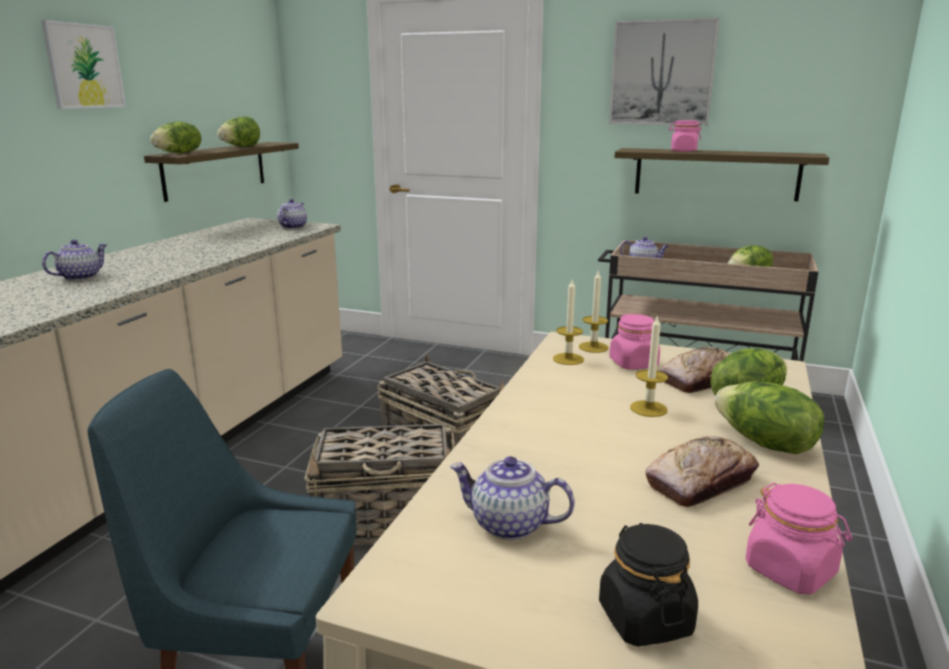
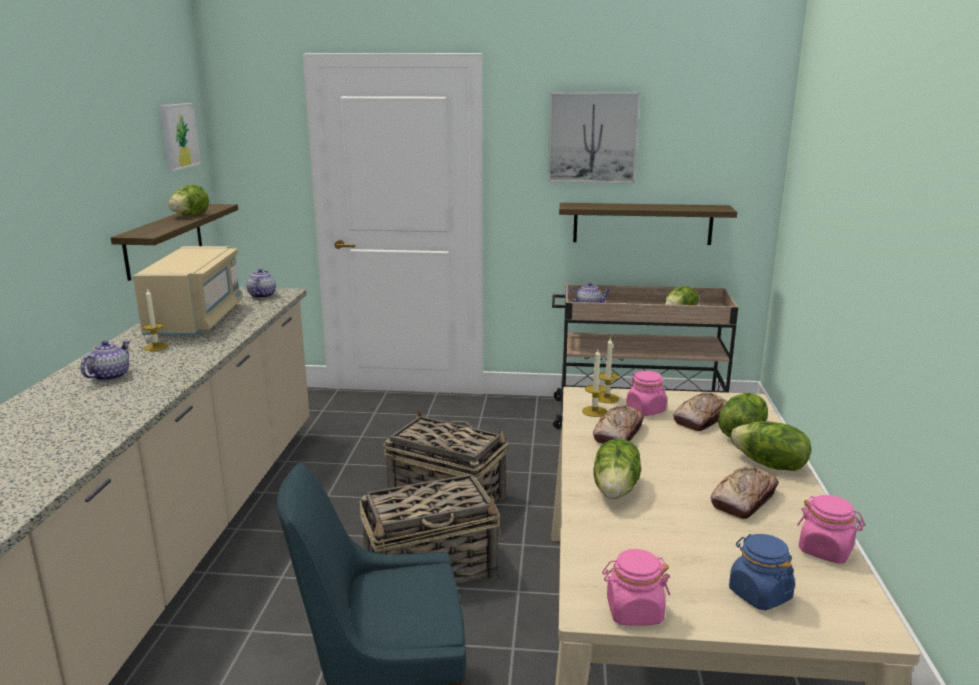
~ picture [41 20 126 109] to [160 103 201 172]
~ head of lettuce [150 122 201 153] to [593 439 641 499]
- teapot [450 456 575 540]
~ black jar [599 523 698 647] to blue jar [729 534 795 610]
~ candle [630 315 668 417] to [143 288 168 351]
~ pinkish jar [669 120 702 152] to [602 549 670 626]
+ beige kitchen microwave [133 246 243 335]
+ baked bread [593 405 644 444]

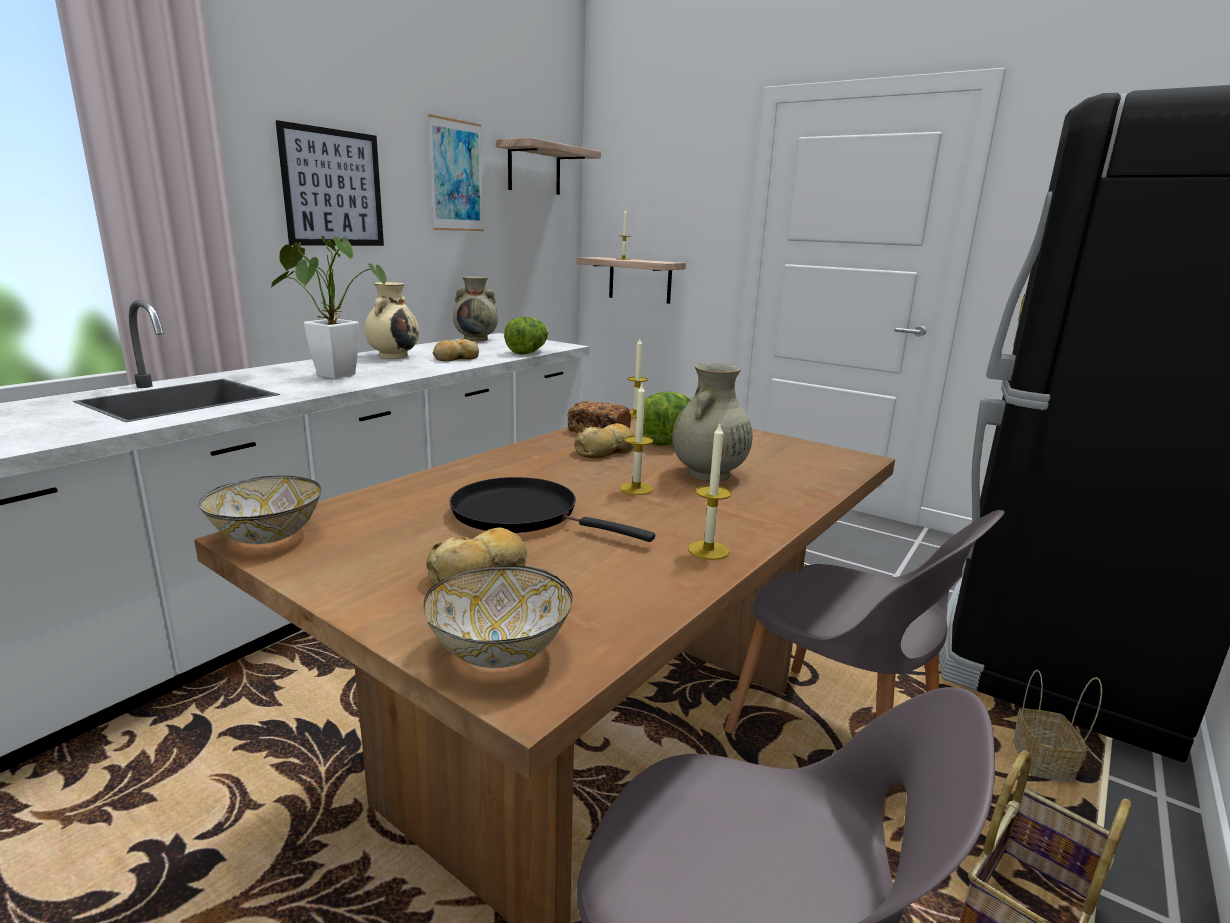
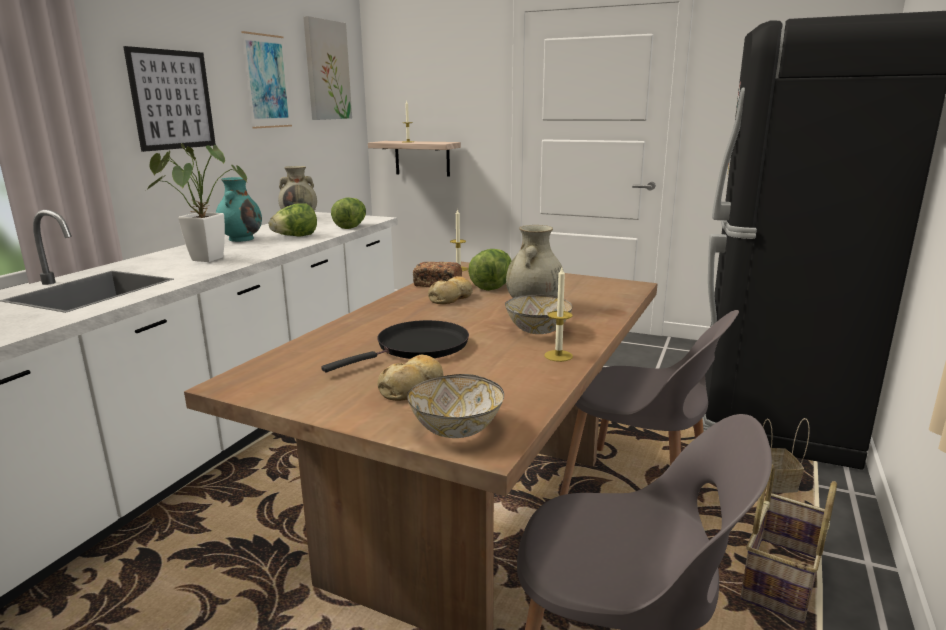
~ deep dish [199 476 321 544] to [505 294 572 334]
~ beige vase [365 282 419 359] to blue-green vase [216 177 262 242]
~ baked bread [433 339 479 361] to head of lettuce [269 203 317 236]
~ black pan [449 477 655 542] = [321 320 469 372] 120 degrees clockwise
~ bracket shelf [496 138 601 195] to picture [303 16 352 120]
- candle [620 384 653 495]

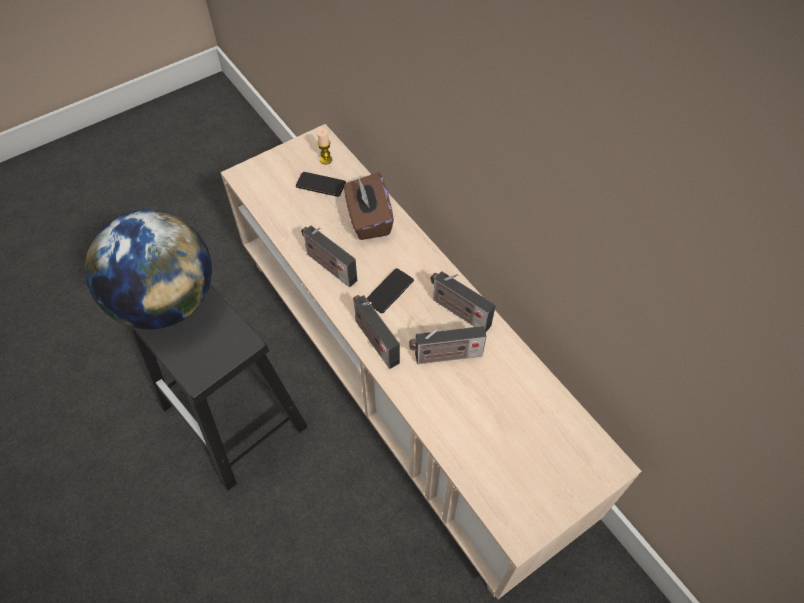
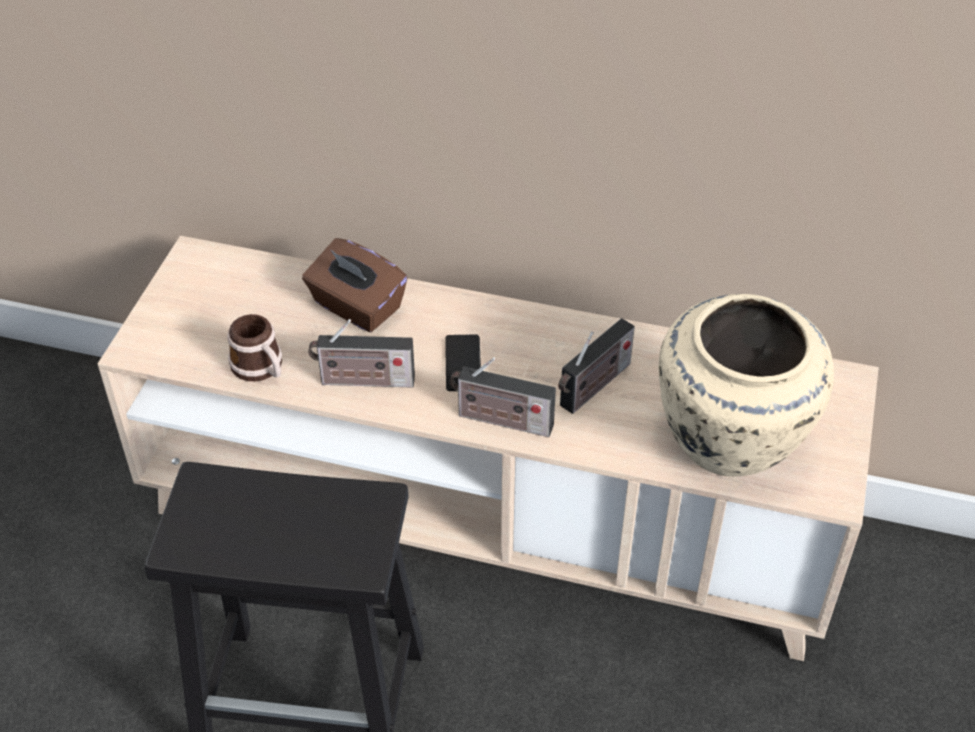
- globe [85 210 212 329]
- telephone [296 172 346 197]
- candle [317 128 332 164]
- radio set [430 271 496 332]
+ tea mug [227 314 282 381]
+ beige vase [658 294 834 476]

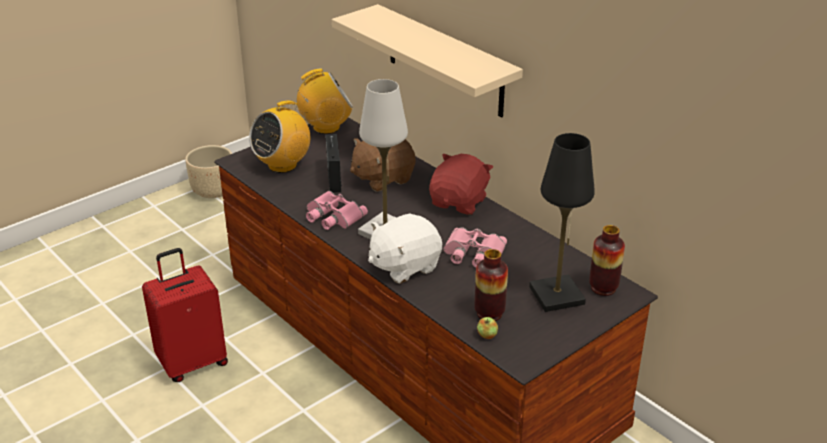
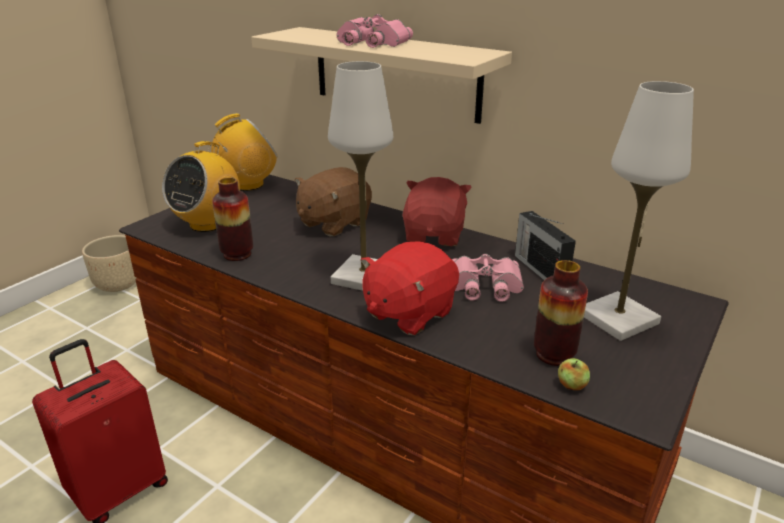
~ pinkish binoculars [306 191 368 230] to [337 14 413 48]
~ radio set [326 134 342 193] to [515 211 576 280]
~ white-coloured soft toy [368 213 442 284] to reddish soft toy [361 241 459 335]
~ black tabletop lamp [529 133 595 312] to white-coloured tabletop lamp [584 81 694 341]
~ vase [589 225 625 296] to [212 177 253 261]

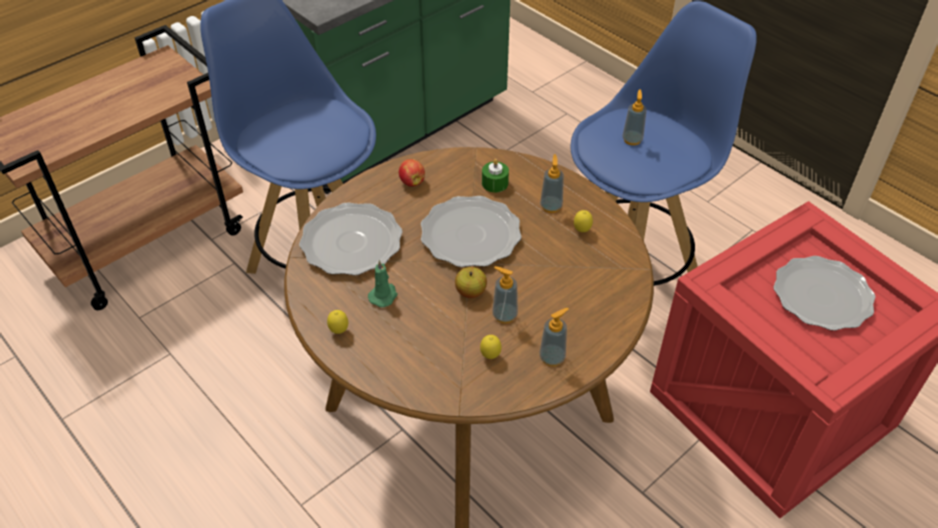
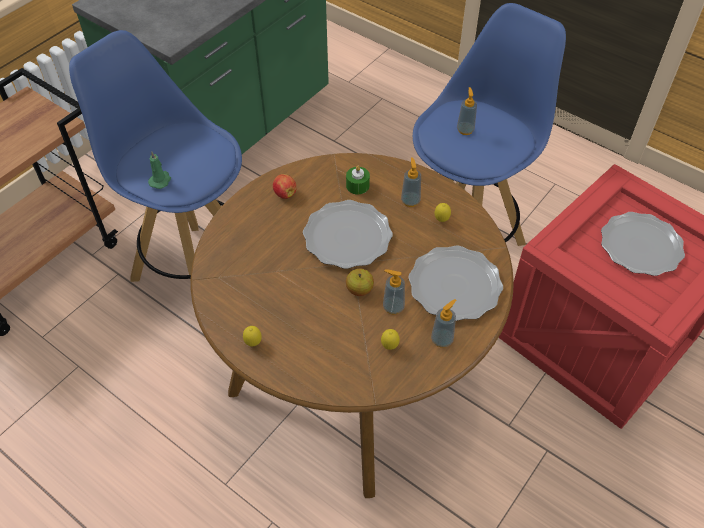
~ plate [299 202 403 275] to [408 245 503 321]
~ greenish candle [368 260 398 307] to [148 152 171 189]

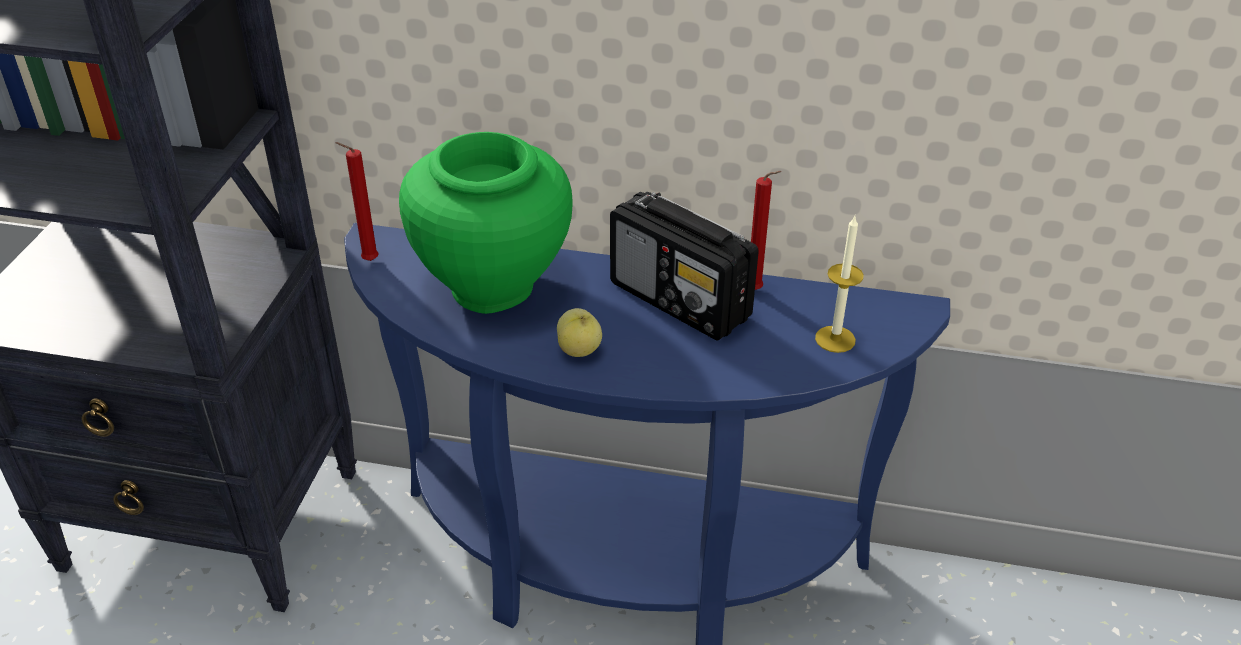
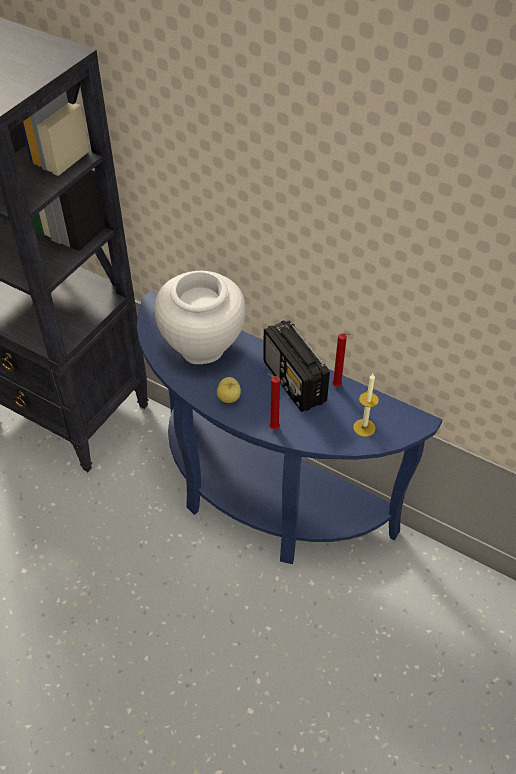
~ reddish candle [335 142 379 261] to [266 373 280 429]
~ greenish vase [399 132 573 314] to white-coloured vase [155 271 246 364]

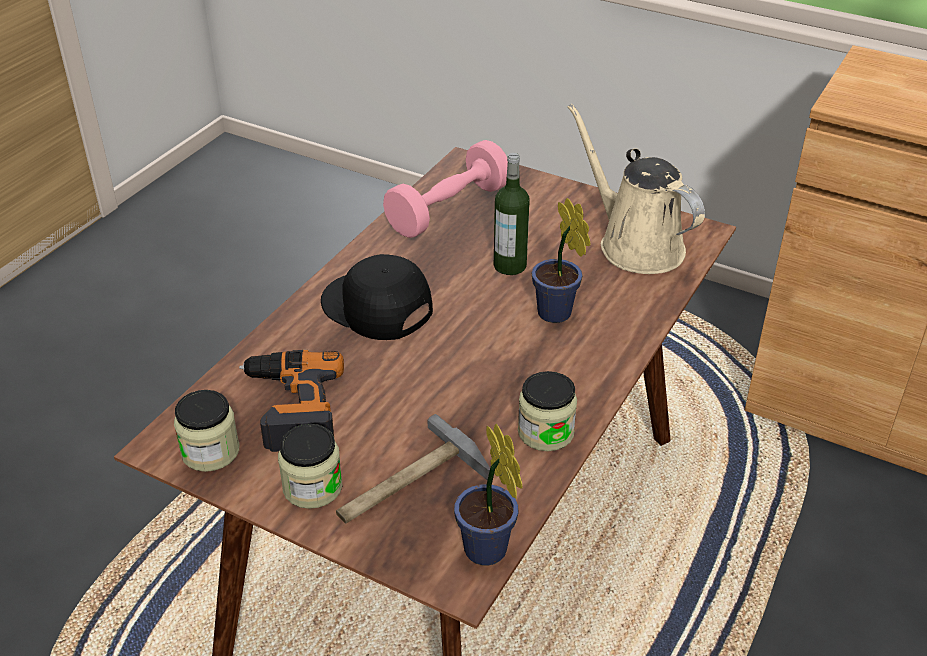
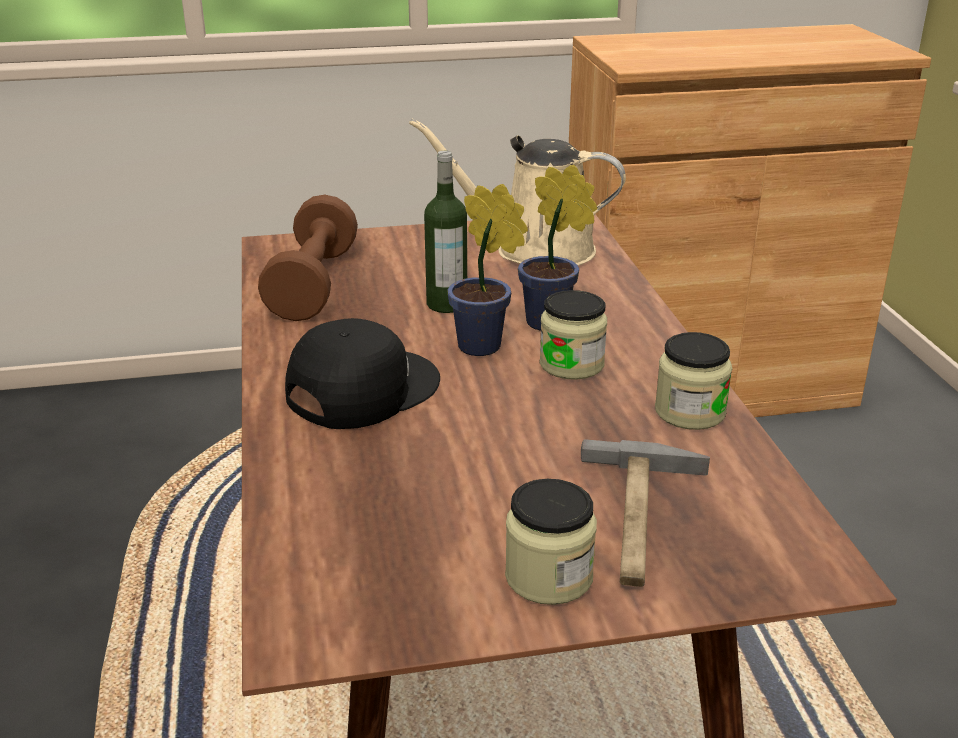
~ jar [174 390 239 472] to [540 290 607 380]
- power drill [239 350 344 452]
~ black peaked cap [321 254 433 340] = [285 318 440 429] 135 degrees clockwise
~ pinkish dumbbell [383 140 508 238] to brown-coloured dumbbell [258 195 358 321]
~ potted plant [454 424 523 566] to [448 184 528 356]

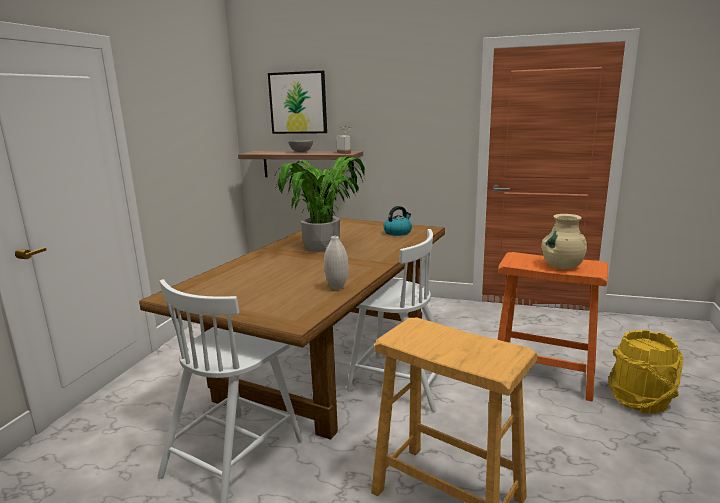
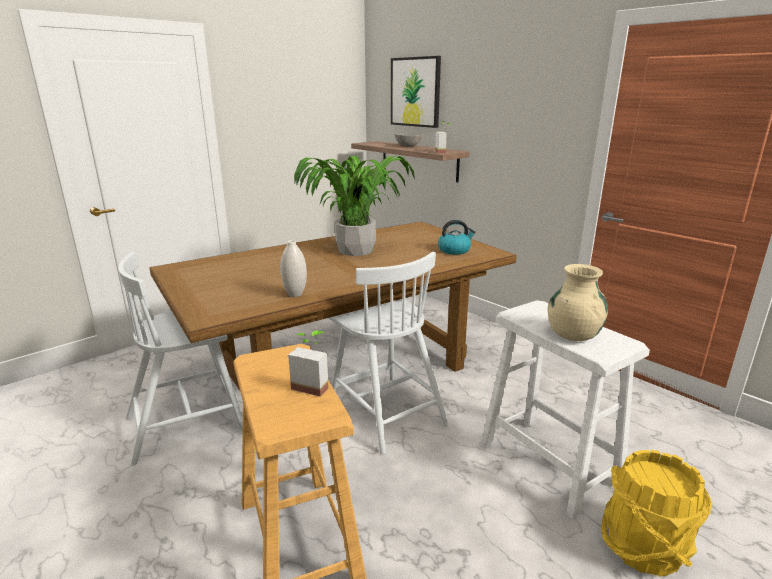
~ orangey sitting stool [497 252 608 401] to white-coloured sitting stool [480 300 650 519]
+ potted plant [288 331 329 397]

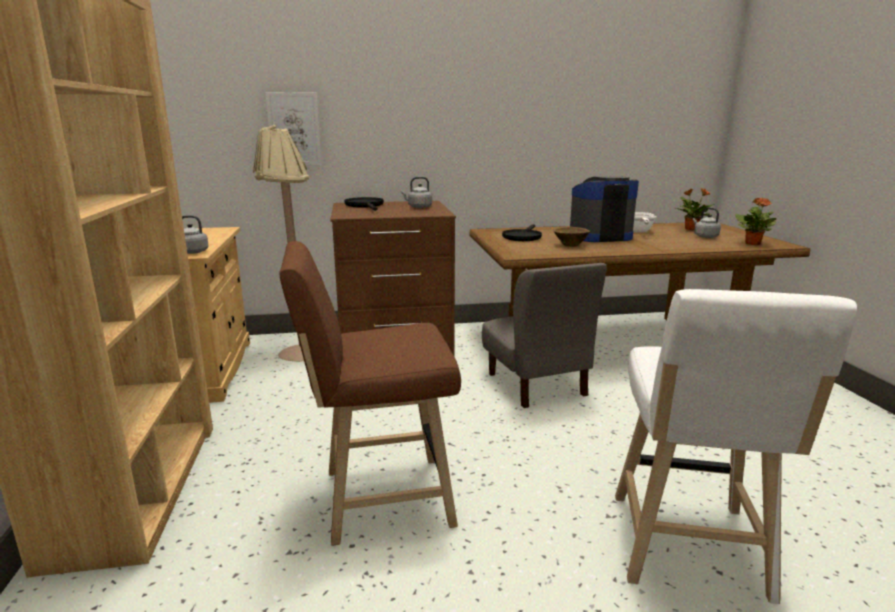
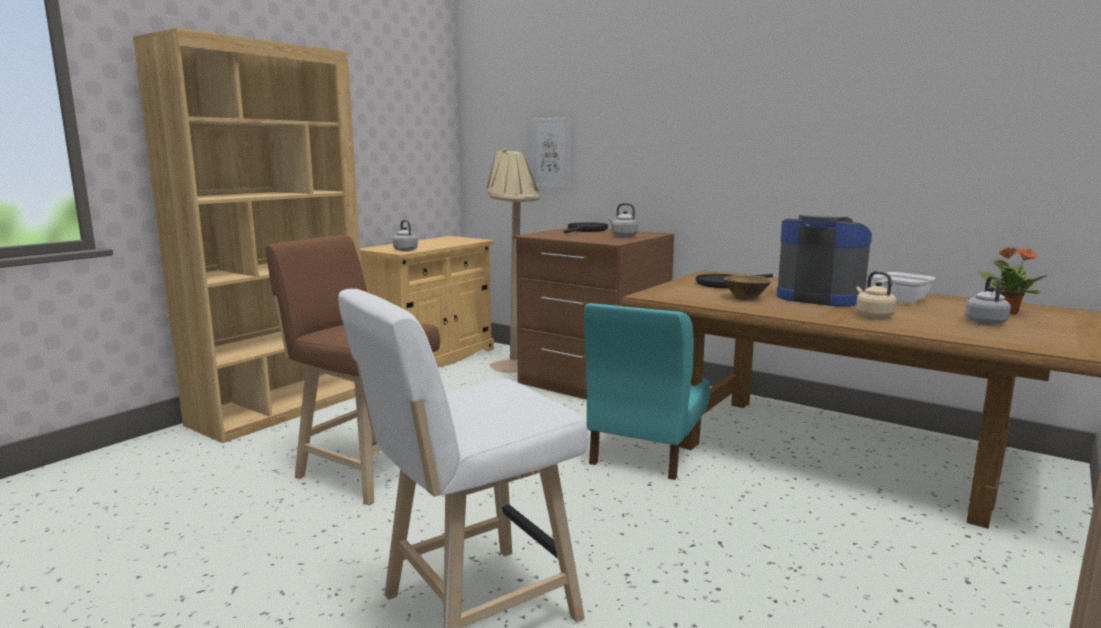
~ greyish chair [482 263 606 408] to blue-green chair [584 303 710 480]
- potted plant [735 198 776 245]
+ beige water kettle [856 271 897 318]

